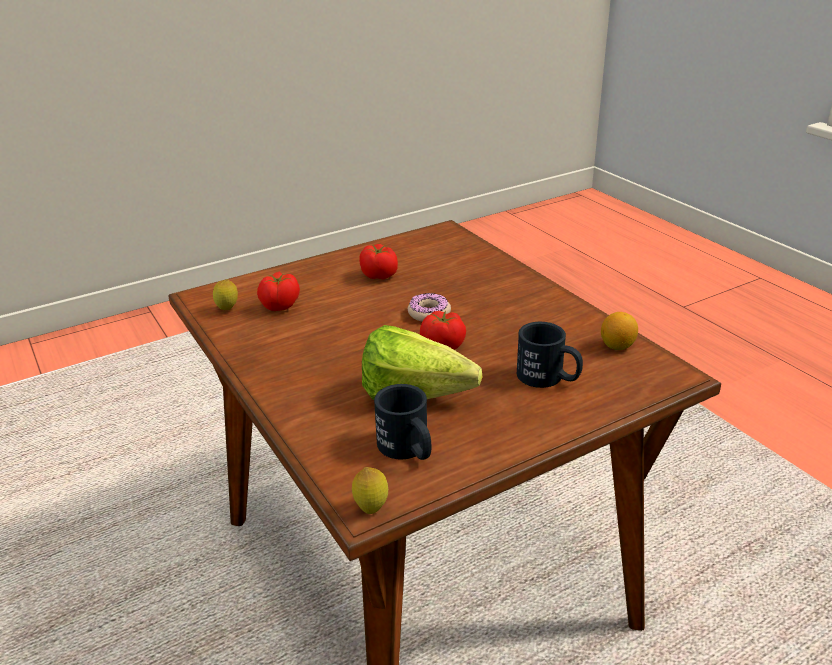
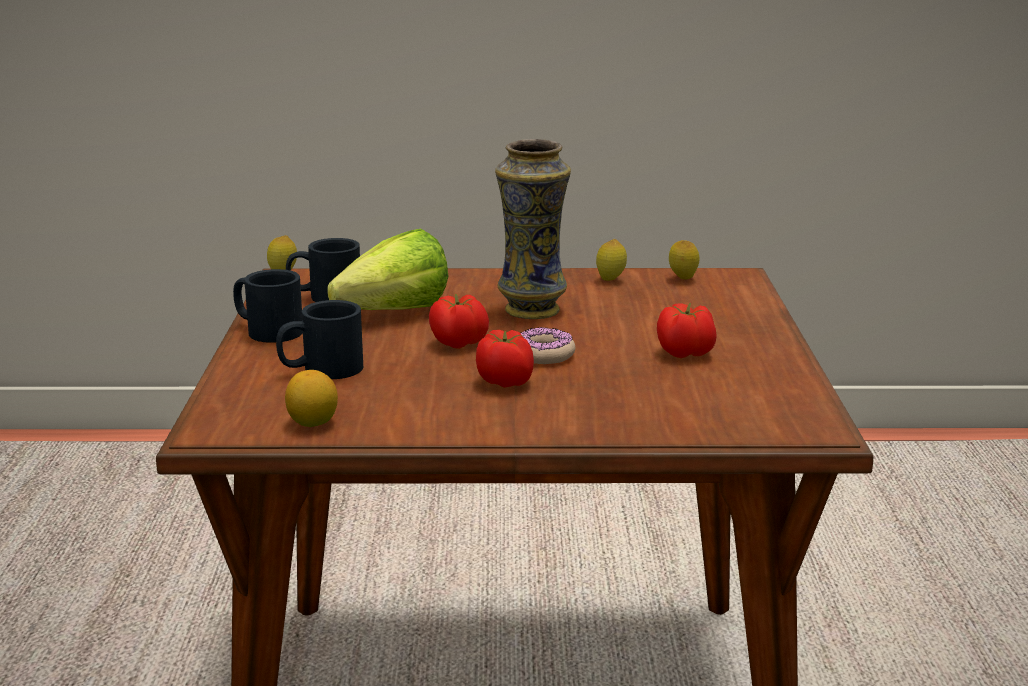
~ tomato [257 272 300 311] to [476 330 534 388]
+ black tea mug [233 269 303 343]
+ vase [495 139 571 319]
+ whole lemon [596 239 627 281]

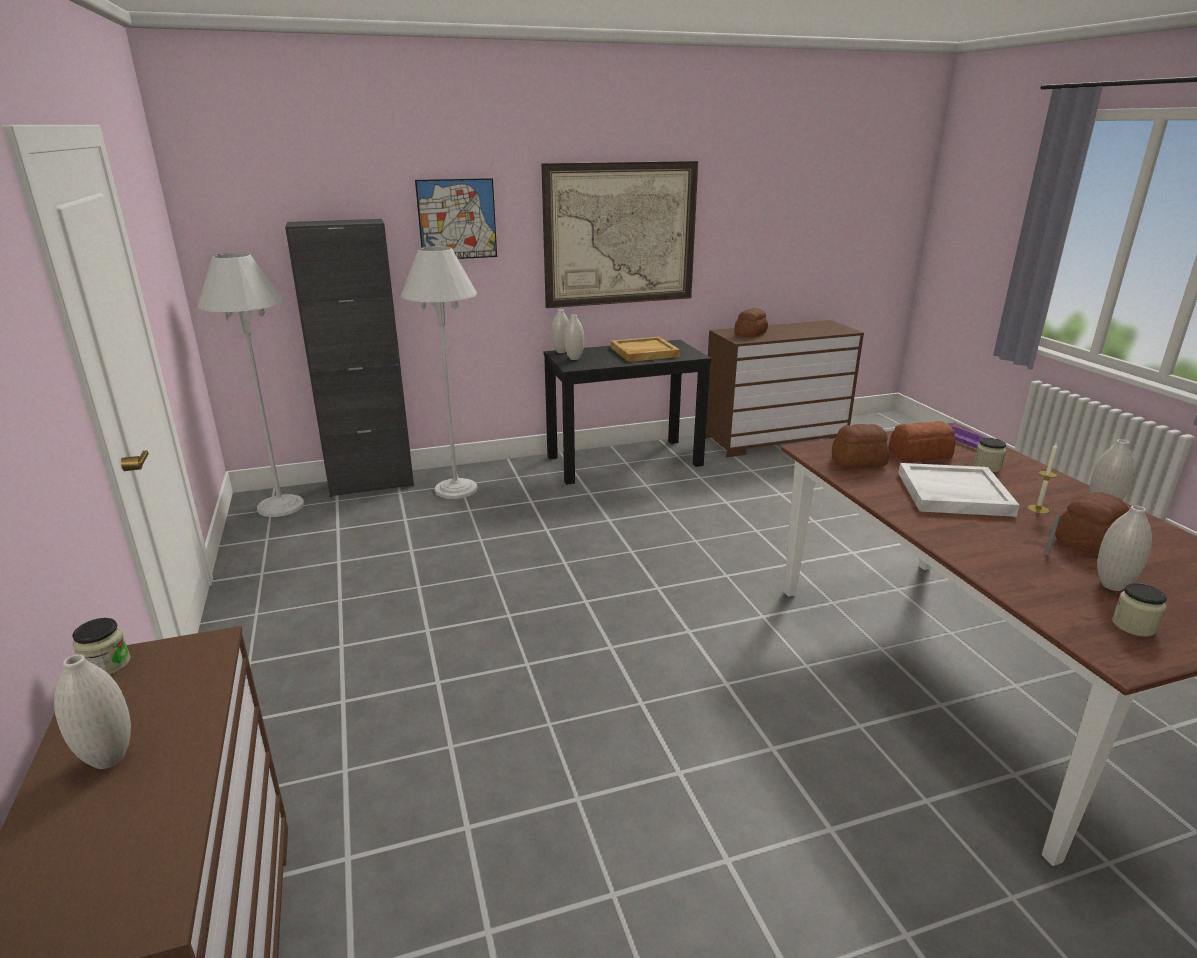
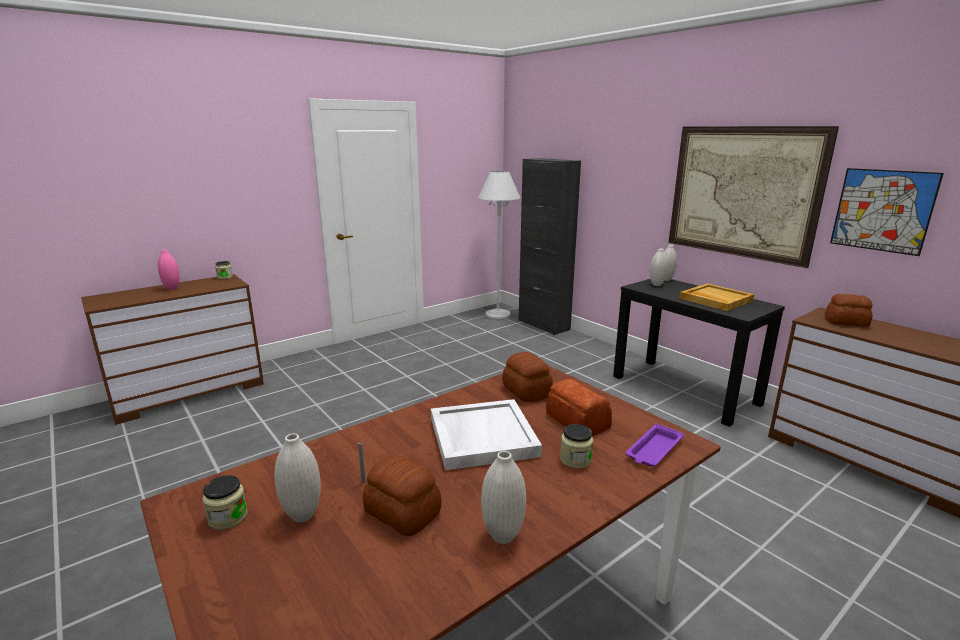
~ white-coloured vase [54 654 131 769] to pinkish vase [158 250 180 290]
- white-coloured floor lamp [401 246 478 499]
~ picture [415 178 497 259] to [830 168 944 256]
- candle [1028 442 1058 514]

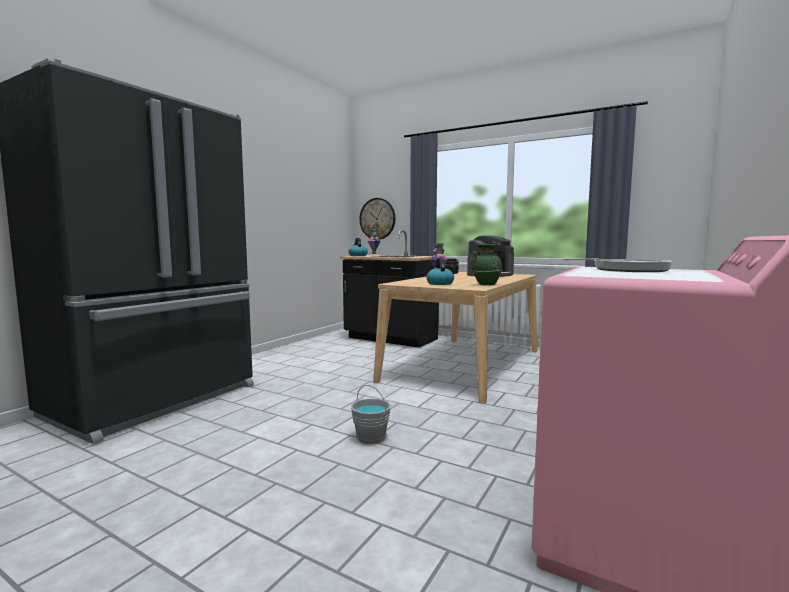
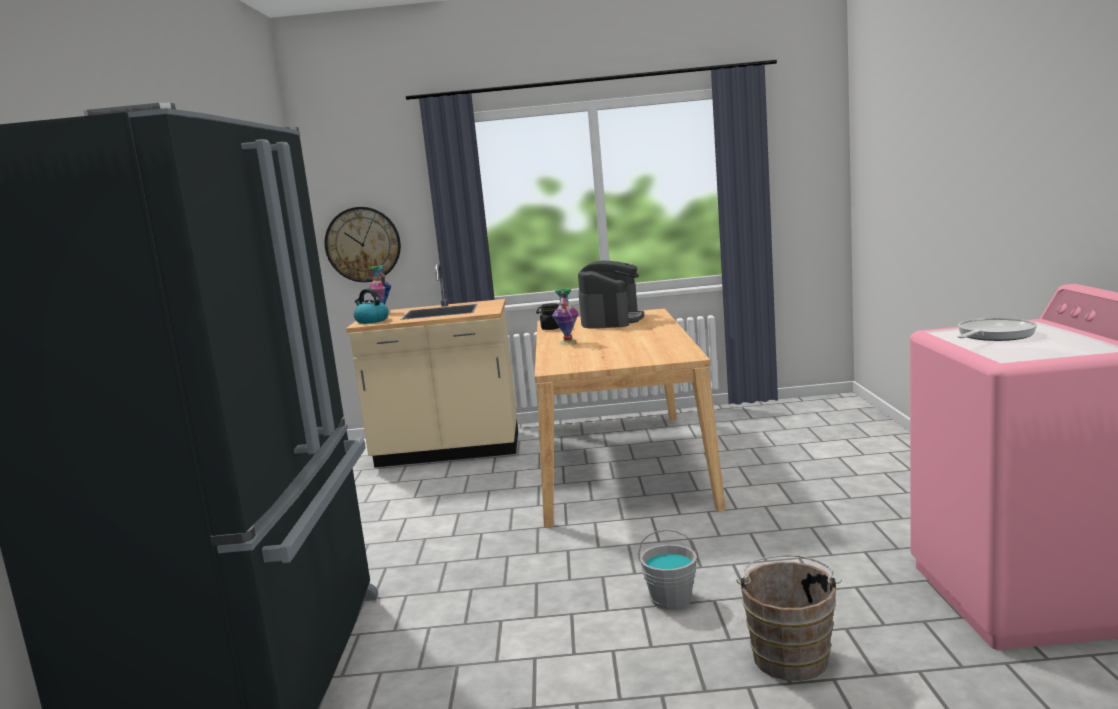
~ black kitchen base unit [340 230 439 348] to beige kitchen base unit [346 264 518 467]
- water kettle [426 257 454 285]
- greenish vase [469 244 503 285]
+ brown-coloured water bucket [736 555 842 681]

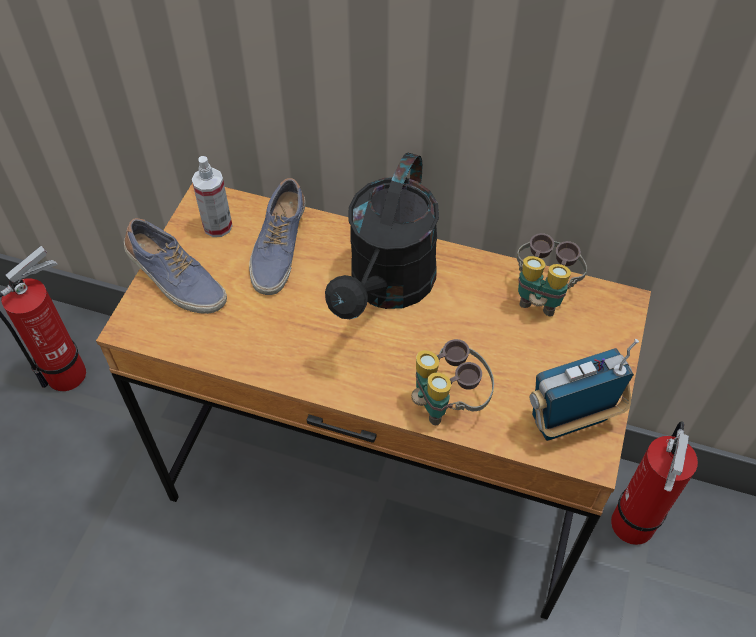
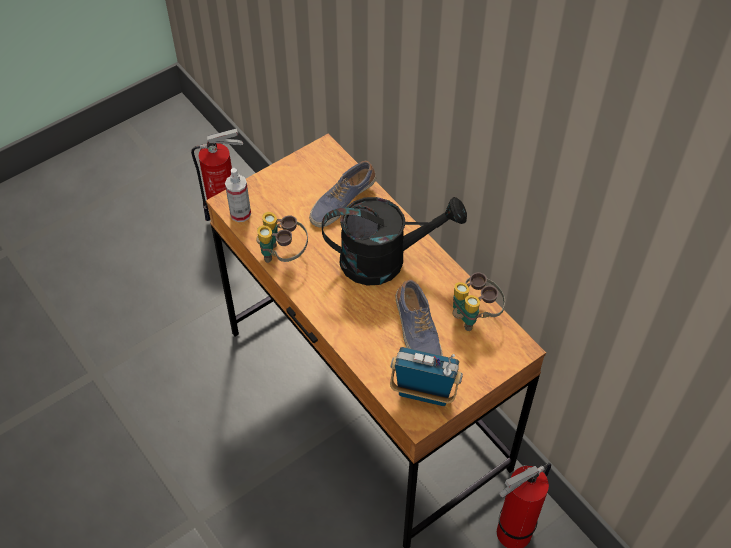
~ item of footwear [124 218 227 314] to [395 279 443 356]
~ spray bottle [192 156 233 237] to [225 168 251 222]
~ black sprinkling can [325 153 439 319] = [322 197 467 286] 150 degrees counterclockwise
~ binoculars [411 339 494 425] to [256 212 308 263]

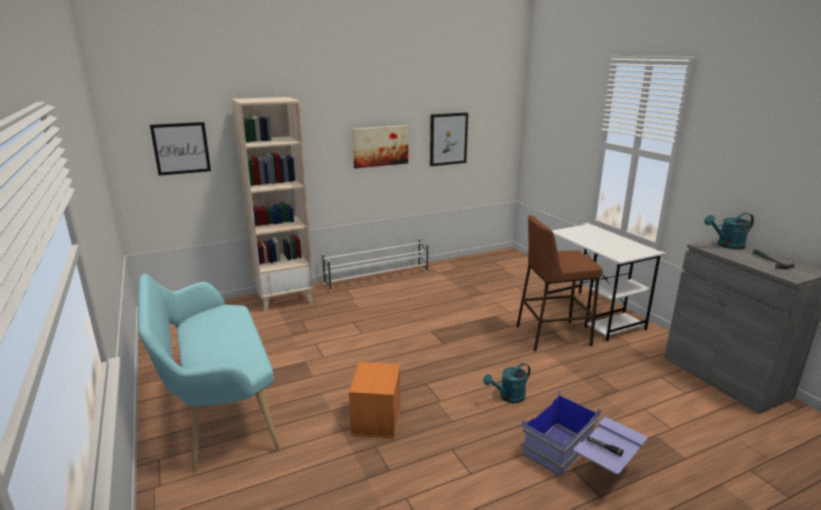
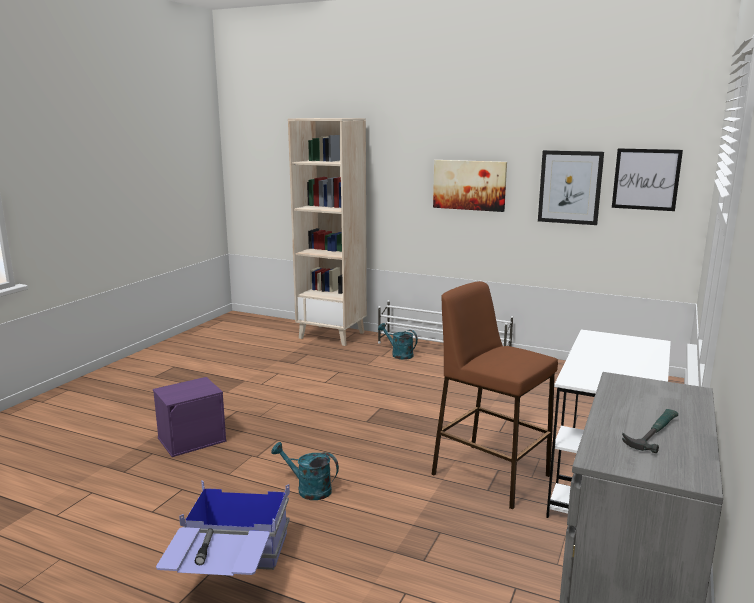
- blue-green indoor bench [138 274 281 472]
~ picture [150 122 211 176] to [612 148 683 211]
~ orangey storage bin [349 362 401 439] to purplish storage bin [153 377 227 457]
~ blue-green sprinkling can [704 213 754 250] to [378 323 418 360]

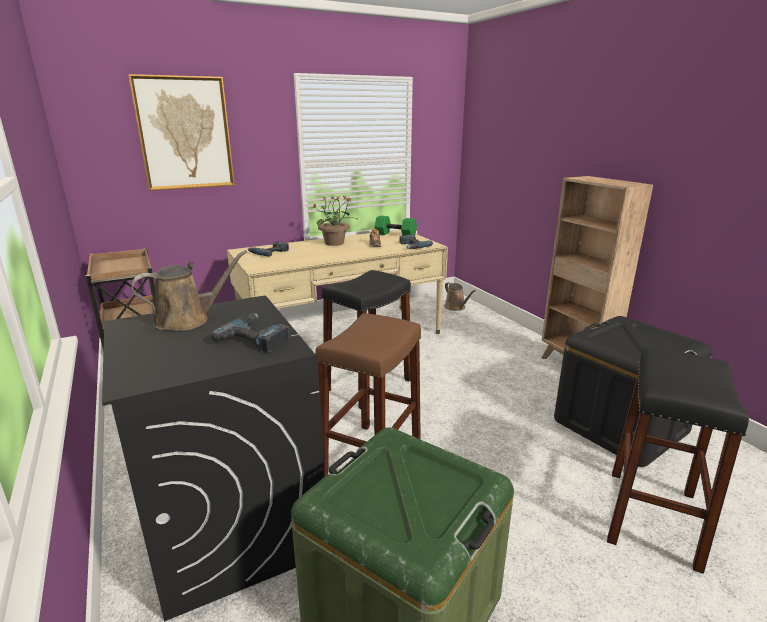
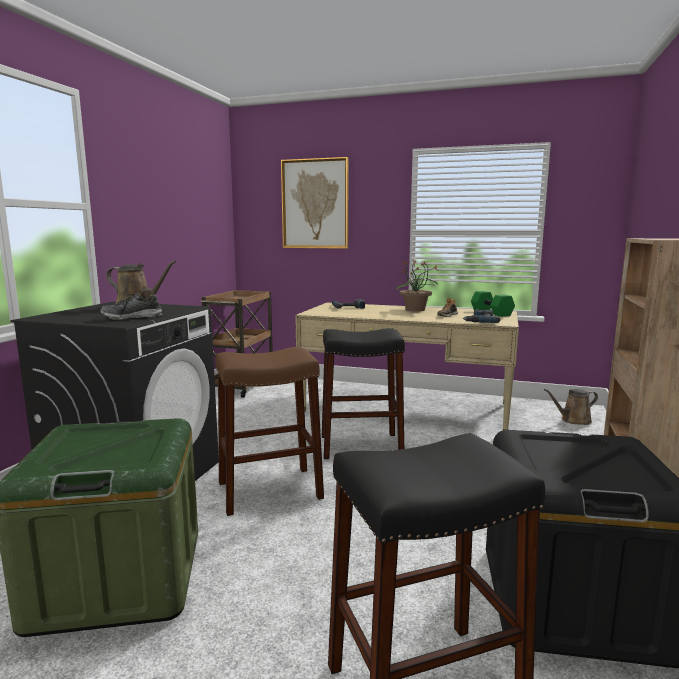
~ power drill [211 313 290 353] to item of footwear [100 293 162 320]
~ brown-coloured sprinkling can [444 282 476 311] = [544 389 598 425] 60 degrees clockwise

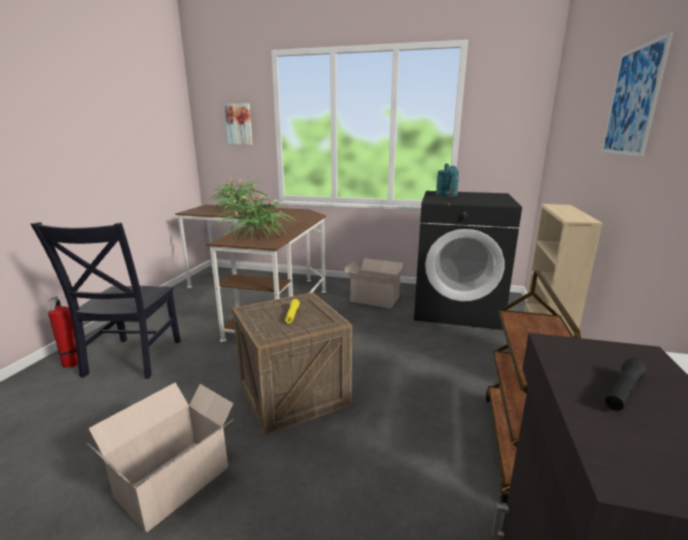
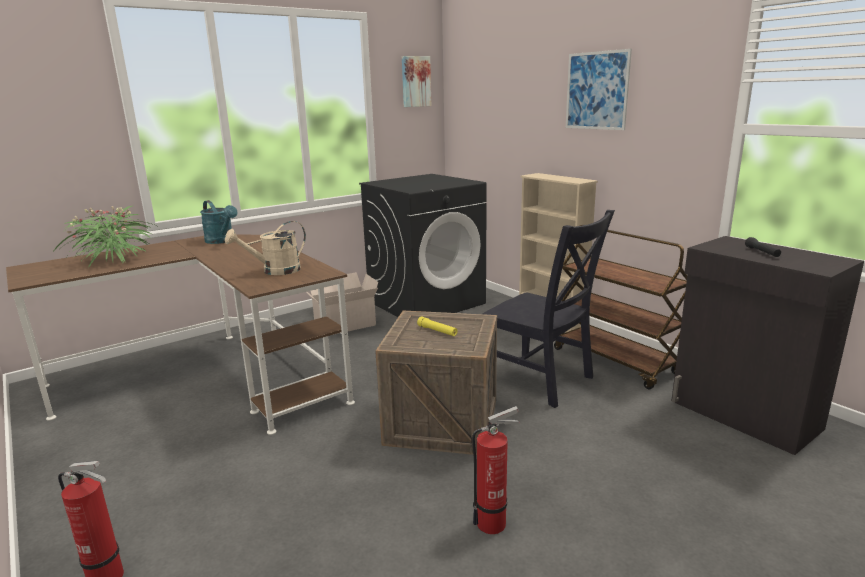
~ black chair [30 222 181 379] to [483 210 615 408]
~ cardboard box [87 382 234 532] to extinguisher [472 406 521 534]
~ potted plant [216 193 297 241] to beige sprinkling can [225 221 306 275]
~ picture [224 103 253 145] to [402 56 431 107]
~ blue-green sprinkling can [436 164 459 197] to [200 200 238 244]

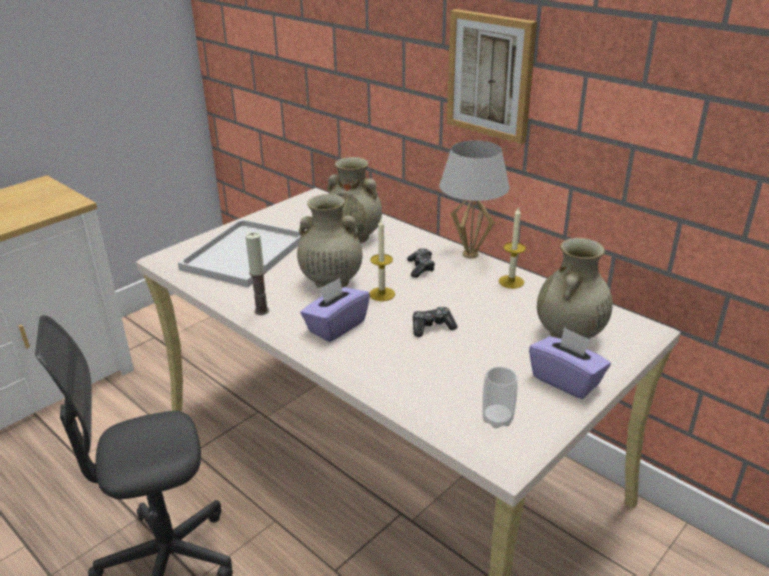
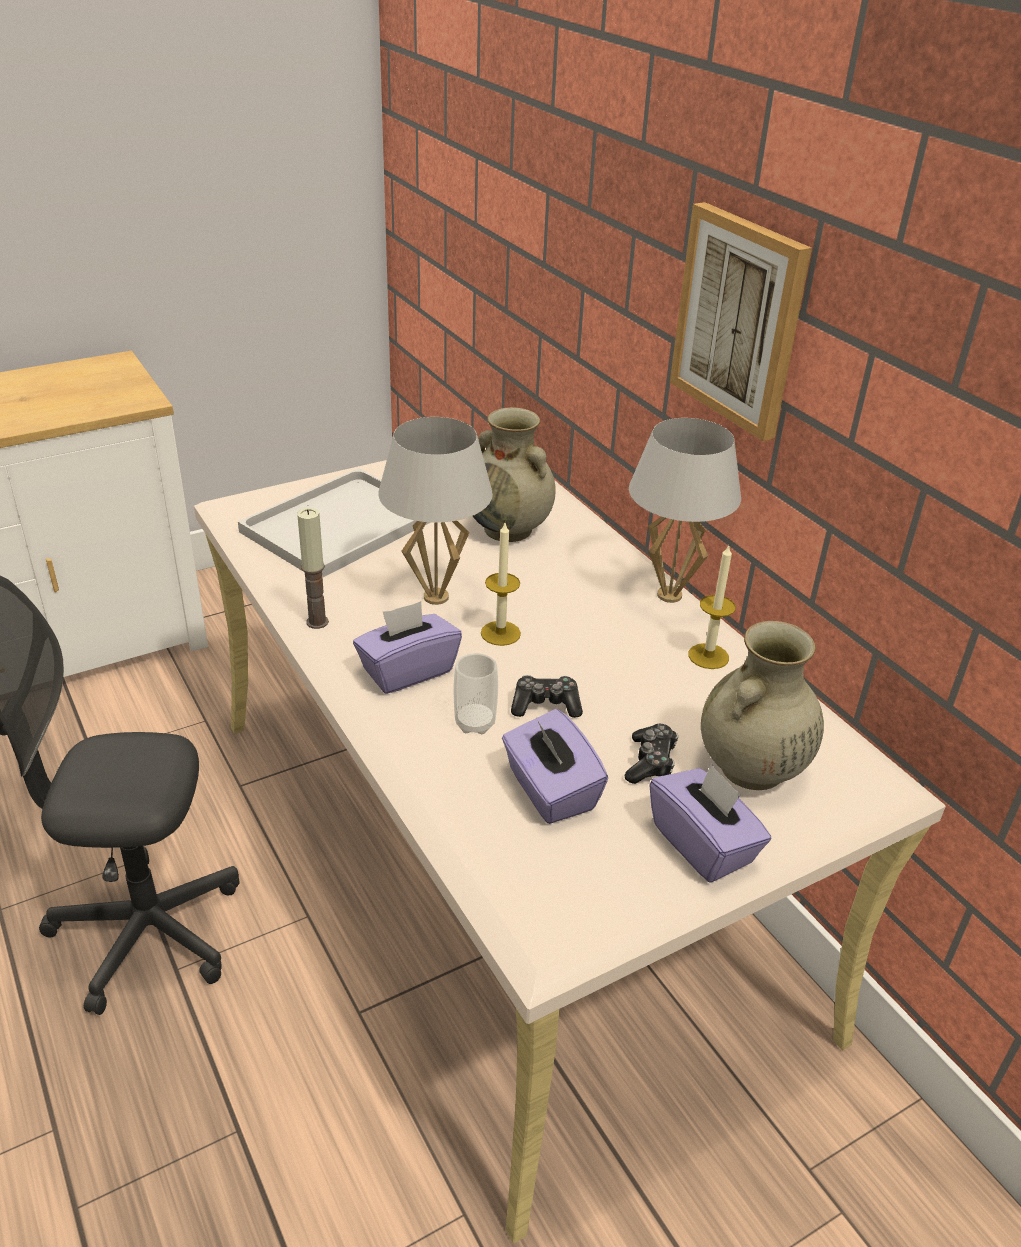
~ beige vase [297 194 362 288] to white-coloured tabletop lamp [378 417 493 605]
~ gamepad [407 248 435 278] to [625 724 678 784]
~ small cup [482 367 518 428] to [454 653 498 734]
+ purplish tissue holder [502 709 608 824]

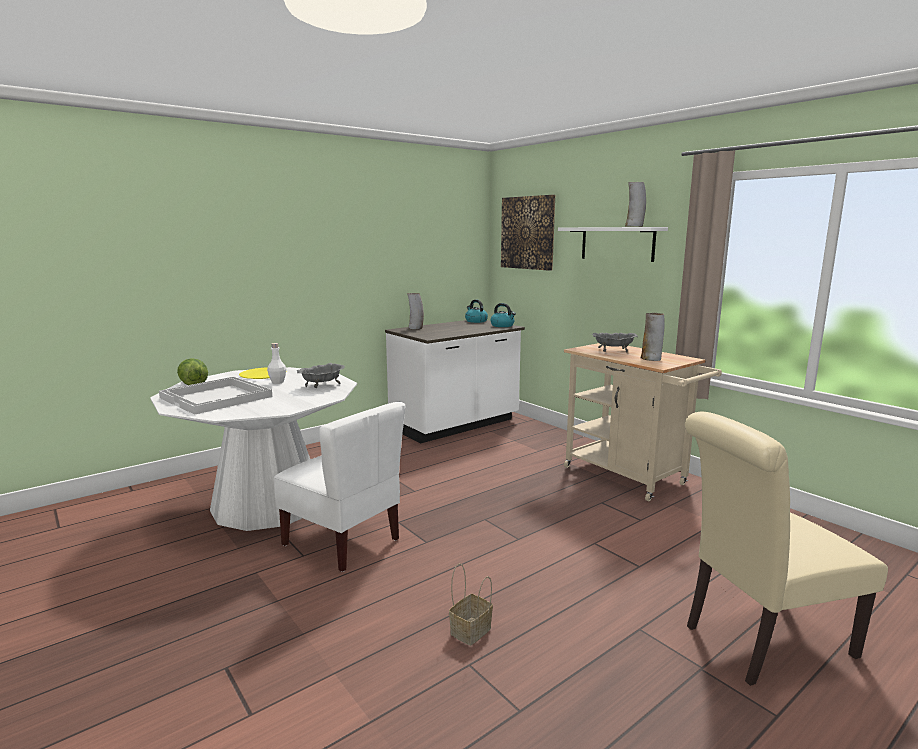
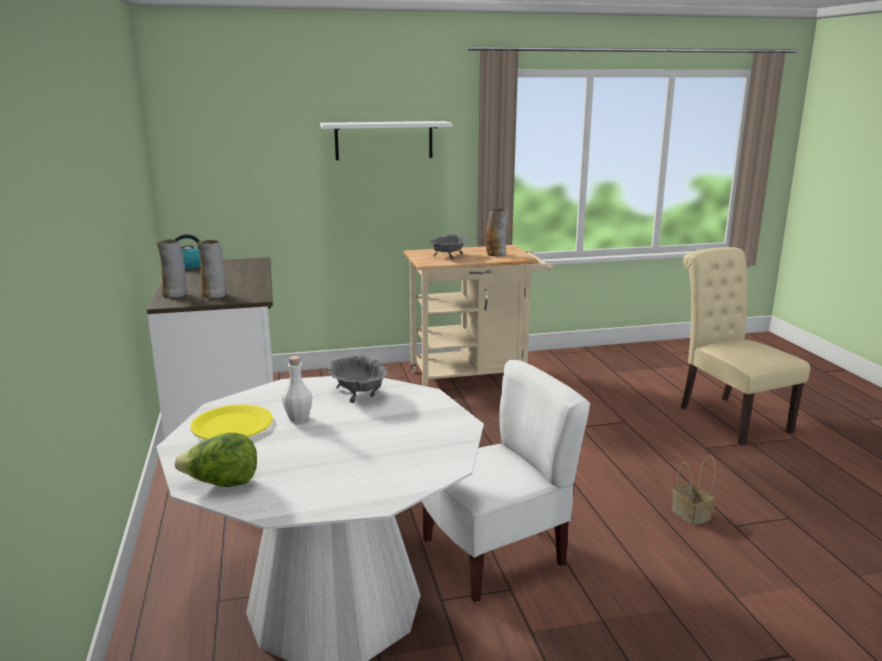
- white-coloured carrying tray [159 376 272 415]
- water kettle [491 303 516 327]
- picture [501 195 555 271]
~ vase [625 182 646 227] to [198 240 226 298]
~ beige chair [685 412 888 686] = [681 247 810 445] 150 degrees clockwise

